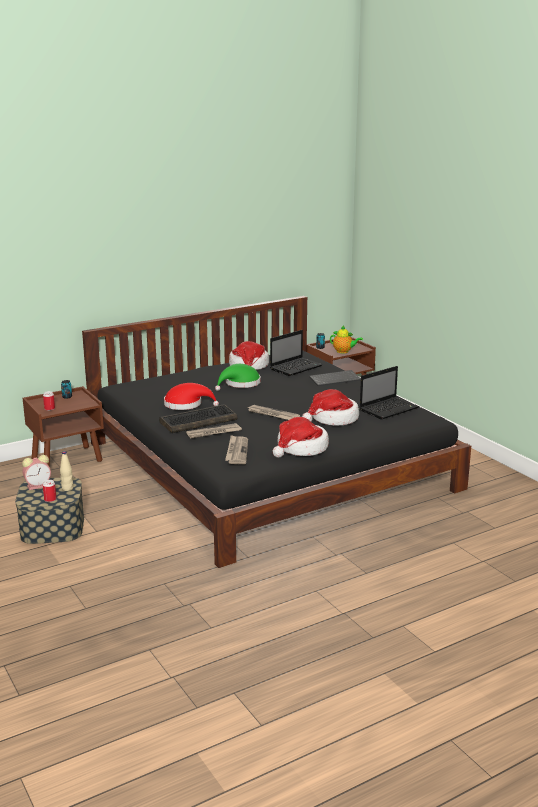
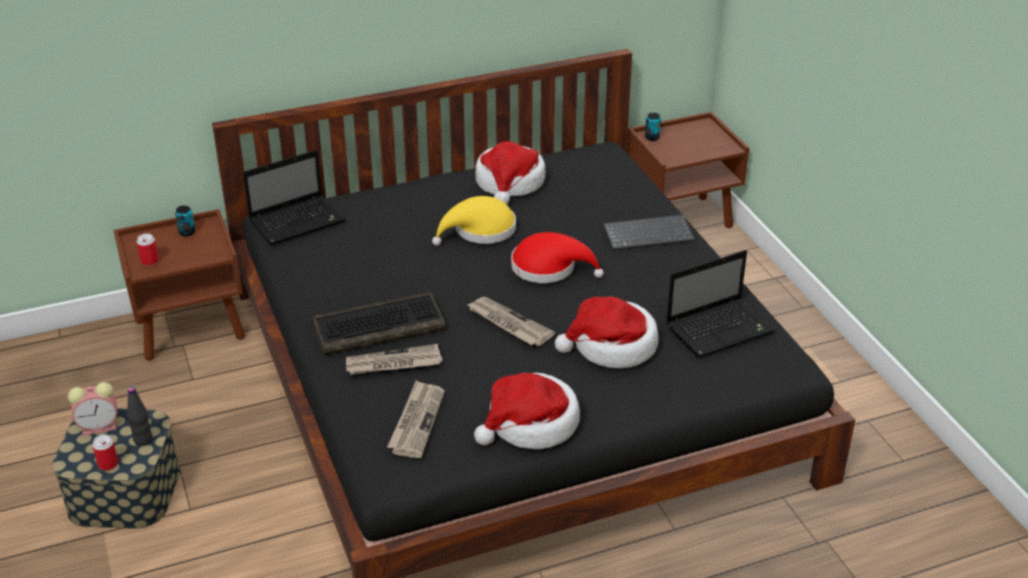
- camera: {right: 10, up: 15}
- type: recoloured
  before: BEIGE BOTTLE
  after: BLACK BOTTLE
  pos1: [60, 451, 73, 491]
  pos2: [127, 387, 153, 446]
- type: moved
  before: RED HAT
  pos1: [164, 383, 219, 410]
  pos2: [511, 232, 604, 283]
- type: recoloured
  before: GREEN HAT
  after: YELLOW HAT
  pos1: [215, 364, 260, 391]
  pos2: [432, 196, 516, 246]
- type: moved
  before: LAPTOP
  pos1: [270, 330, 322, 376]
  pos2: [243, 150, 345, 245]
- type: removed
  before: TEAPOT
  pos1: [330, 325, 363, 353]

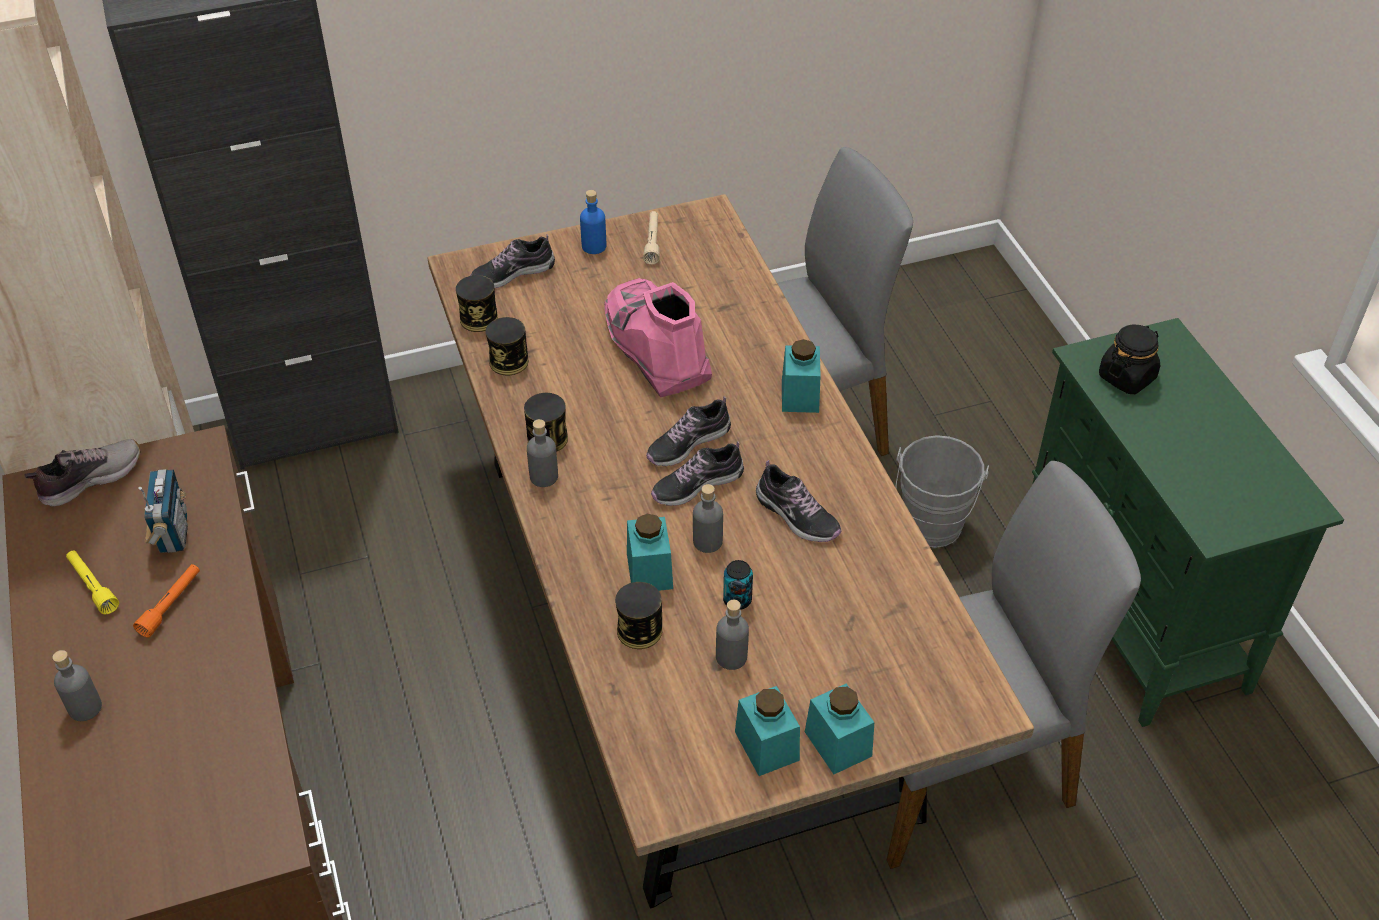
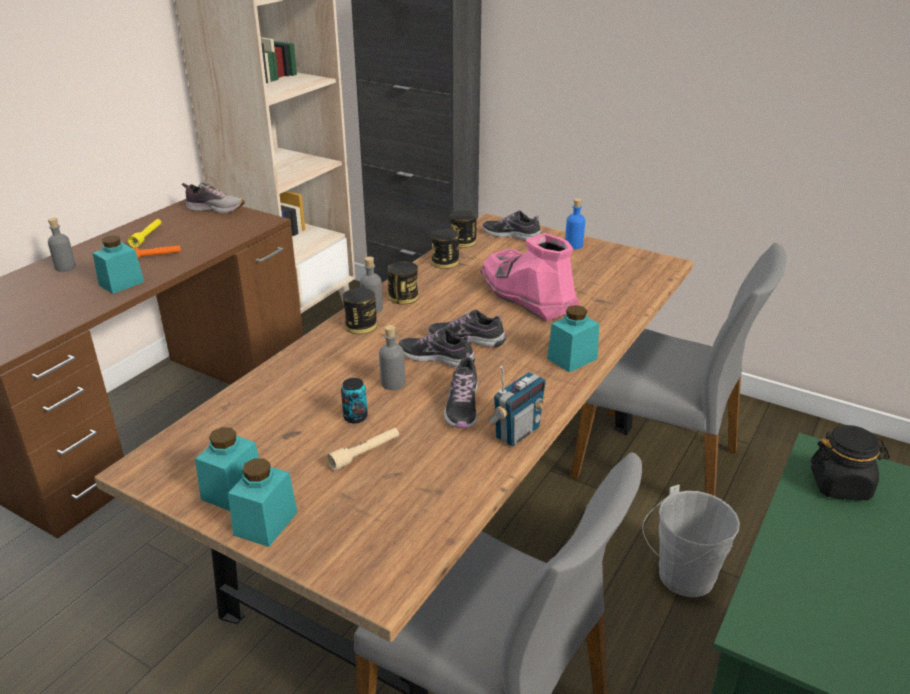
- camera: {right: 50, up: -15}
- type: moved
  before: RADIO
  pos1: [139, 469, 188, 553]
  pos2: [487, 366, 546, 446]
- type: turned
  before: PINK BOOT
  pos1: [604, 278, 712, 398]
  pos2: [480, 233, 580, 321]
  turn: -60
- type: moved
  before: CAN
  pos1: [615, 582, 662, 649]
  pos2: [343, 288, 377, 334]
- type: moved
  before: TURQUOISE JAR
  pos1: [627, 514, 673, 591]
  pos2: [93, 236, 144, 294]
- type: moved
  before: BEIGE FLASHLIGHT
  pos1: [643, 211, 660, 265]
  pos2: [327, 428, 399, 471]
- type: removed
  before: GREY BOTTLE
  pos1: [716, 600, 749, 670]

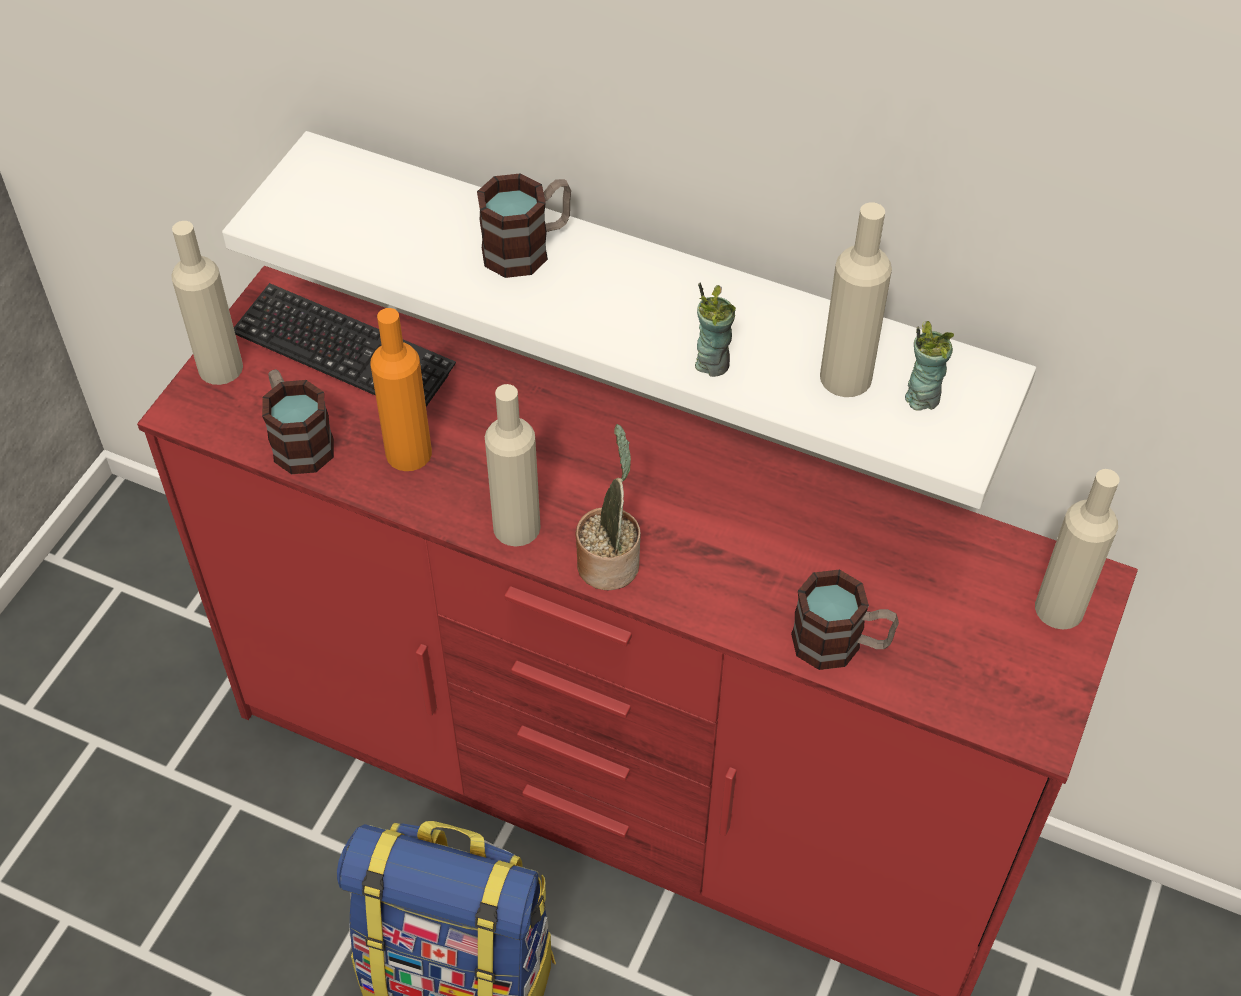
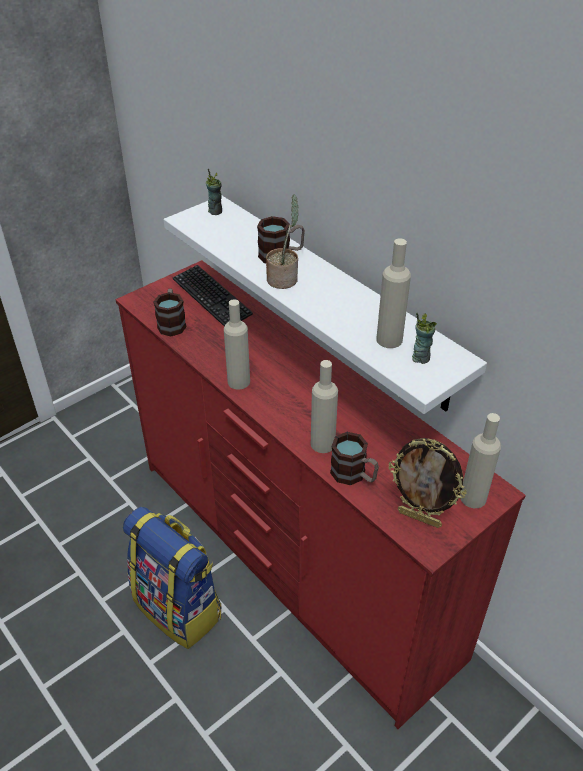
- camera: {right: 25, up: -10}
- type: moved
  before: BEIGE BOTTLE
  pos1: [171, 221, 243, 385]
  pos2: [311, 360, 338, 453]
- type: removed
  before: ORANGE BOTTLE
  pos1: [371, 308, 432, 471]
- type: moved
  before: POTTED PLANT
  pos1: [575, 424, 641, 590]
  pos2: [266, 194, 299, 289]
- type: moved
  before: CUP
  pos1: [695, 282, 736, 377]
  pos2: [206, 169, 222, 215]
- type: added
  after: PICTURE FRAME
  pos2: [388, 438, 466, 528]

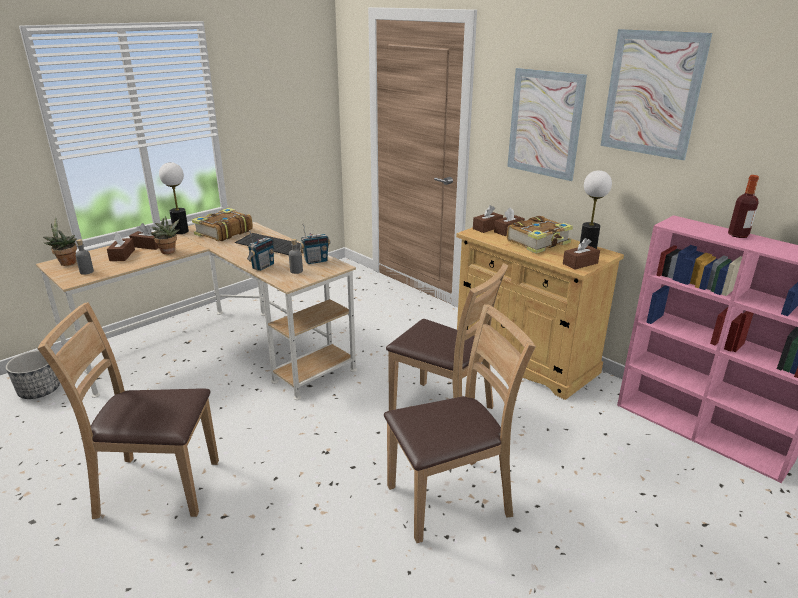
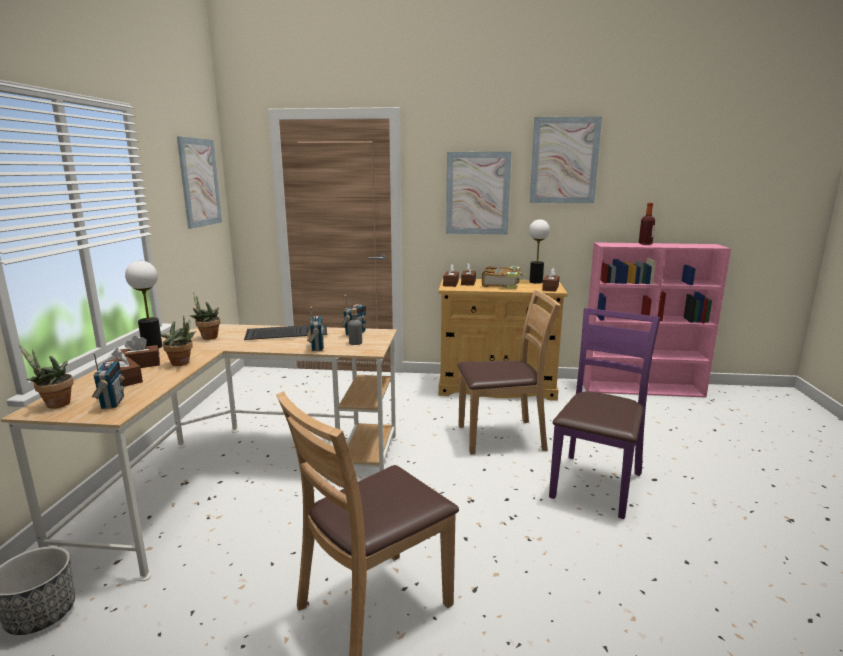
- camera: {right: -40, up: -10}
- type: replaced
  before: GREY BOTTLE
  after: RADIO
  pos1: [75, 239, 94, 275]
  pos2: [92, 352, 124, 409]
- type: replaced
  before: BOOK
  after: POTTED PLANT
  pos1: [192, 208, 253, 241]
  pos2: [190, 292, 220, 340]
- type: recoloured
  before: BROWN CHAIR
  after: PURPLE CHAIR
  pos1: [384, 304, 536, 543]
  pos2: [549, 308, 661, 519]
- type: added
  after: PICTURE
  pos2: [177, 136, 222, 229]

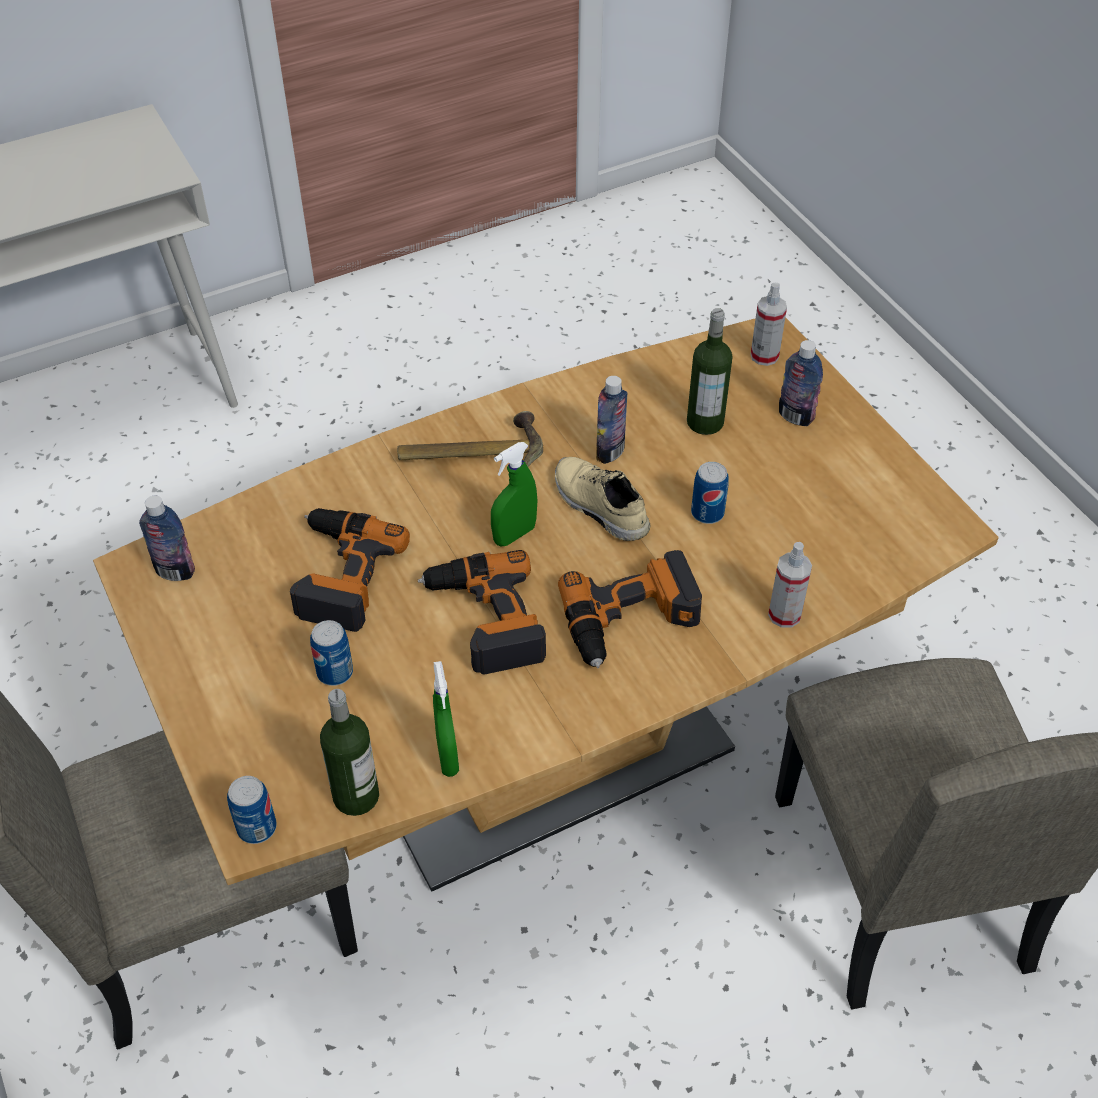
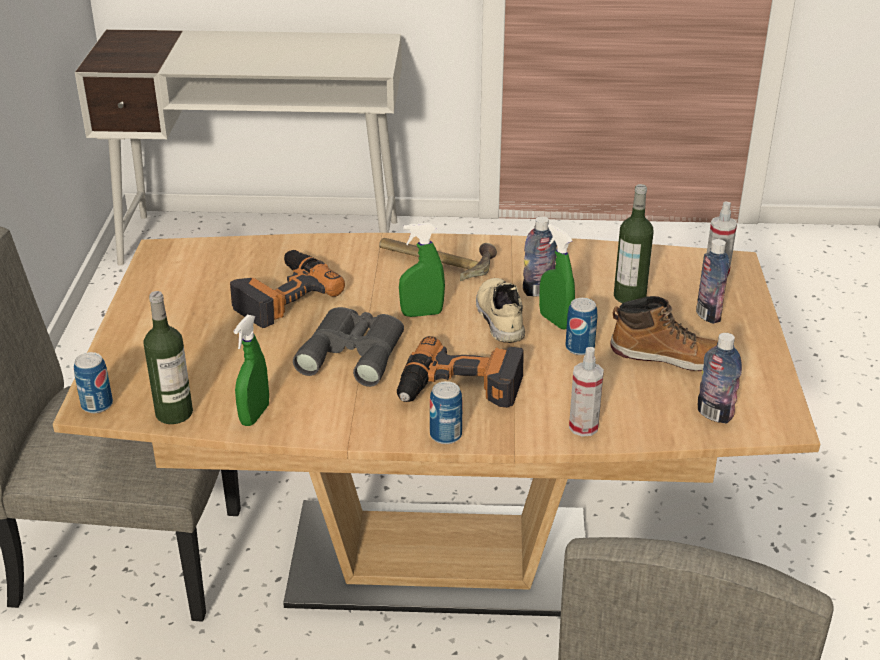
- camera: {right: 30, up: -15}
- type: moved
  before: BOTTLE
  pos1: [139, 496, 195, 581]
  pos2: [698, 333, 742, 423]
- type: moved
  before: CAN
  pos1: [310, 620, 353, 686]
  pos2: [430, 381, 463, 444]
- type: replaced
  before: POWER DRILL
  after: GREY BINOCULARS
  pos1: [418, 550, 546, 675]
  pos2: [293, 307, 404, 387]
- type: added
  after: GREEN SPRAY BOTTLE
  pos2: [539, 224, 575, 330]
- type: added
  after: BOOT
  pos2: [610, 296, 718, 371]

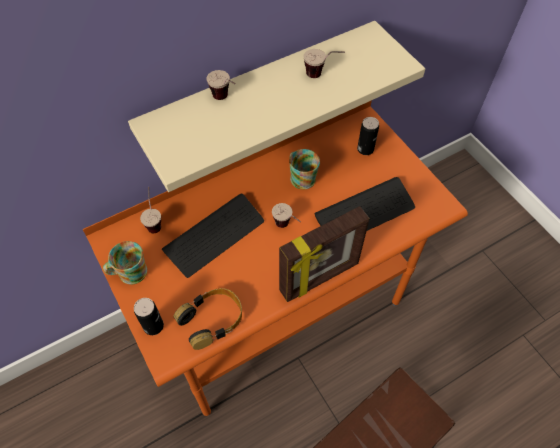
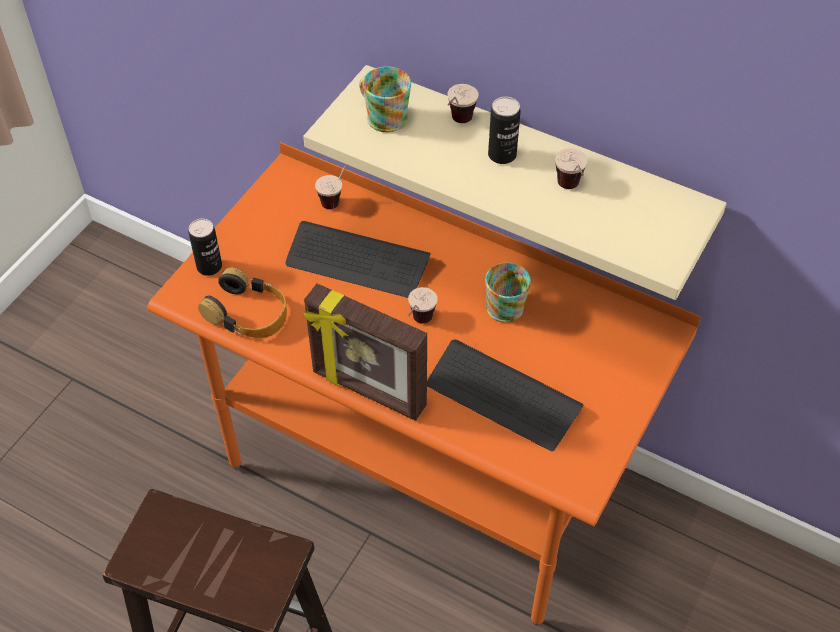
- camera: {right: 60, up: -5}
- type: moved
  before: MUG
  pos1: [103, 241, 147, 285]
  pos2: [359, 67, 411, 132]
- type: moved
  before: CAN
  pos1: [357, 117, 379, 155]
  pos2: [488, 97, 521, 164]

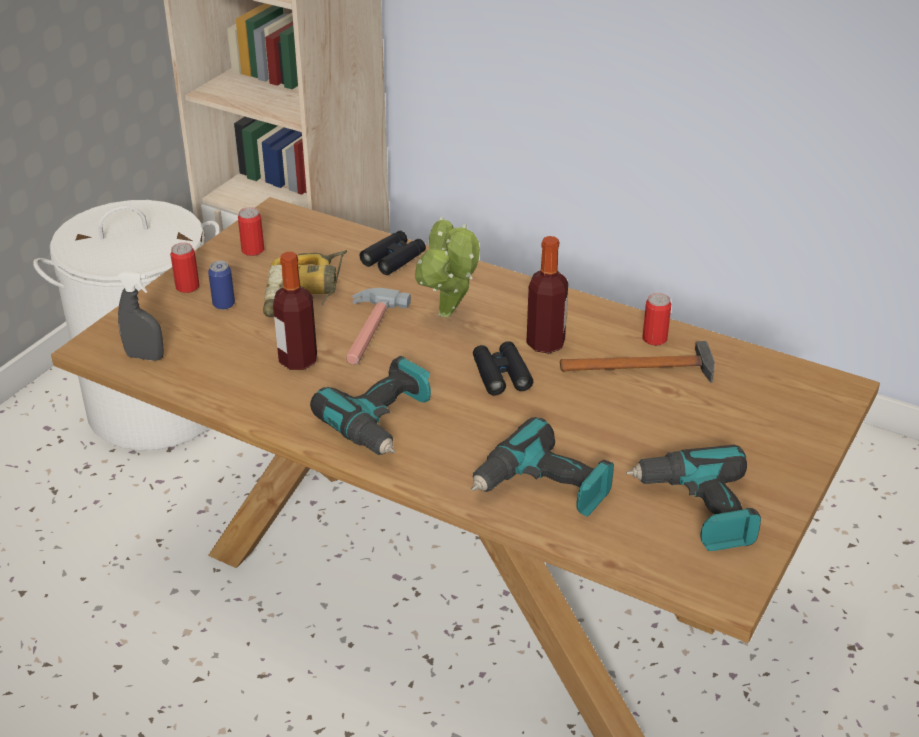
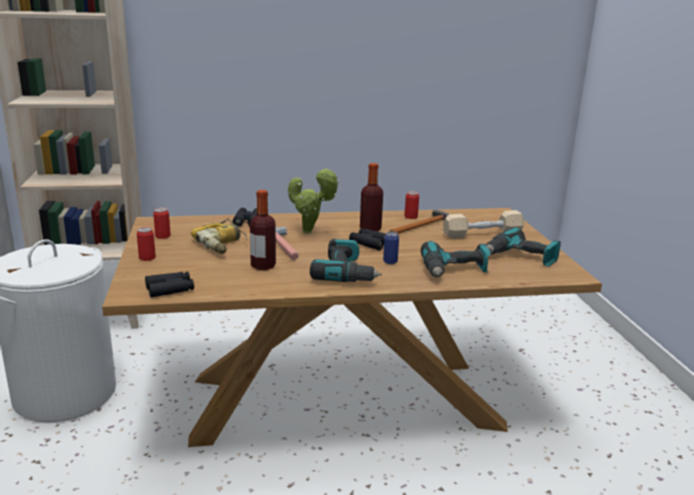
- camera: {right: -40, up: -15}
- type: replaced
  before: GREY SPRAY BOTTLE
  after: BLACK BINOCULARS
  pos1: [117, 271, 164, 361]
  pos2: [145, 271, 194, 297]
- type: moved
  before: CAN
  pos1: [208, 261, 235, 310]
  pos2: [383, 232, 399, 264]
- type: added
  after: BEIGE DUMBBELL
  pos2: [443, 210, 524, 239]

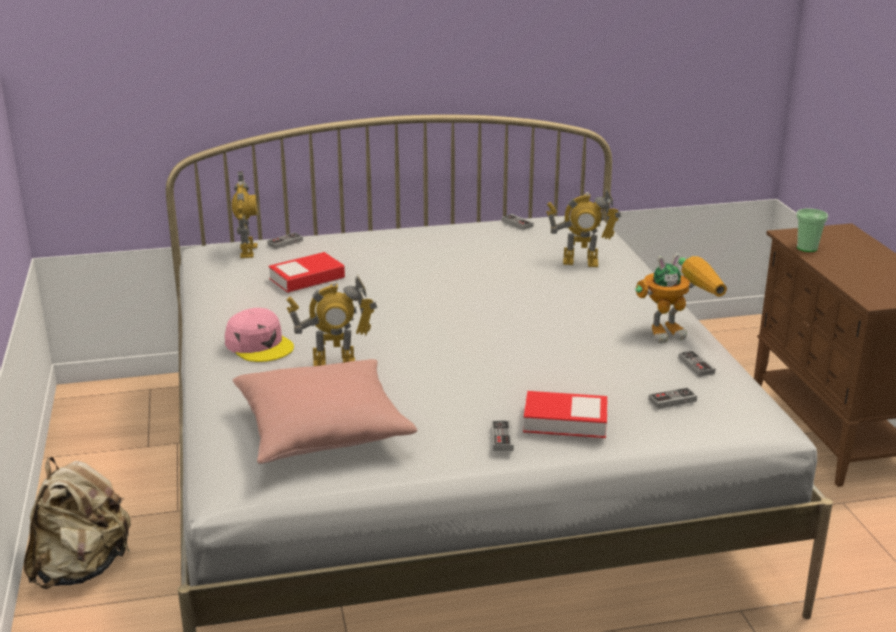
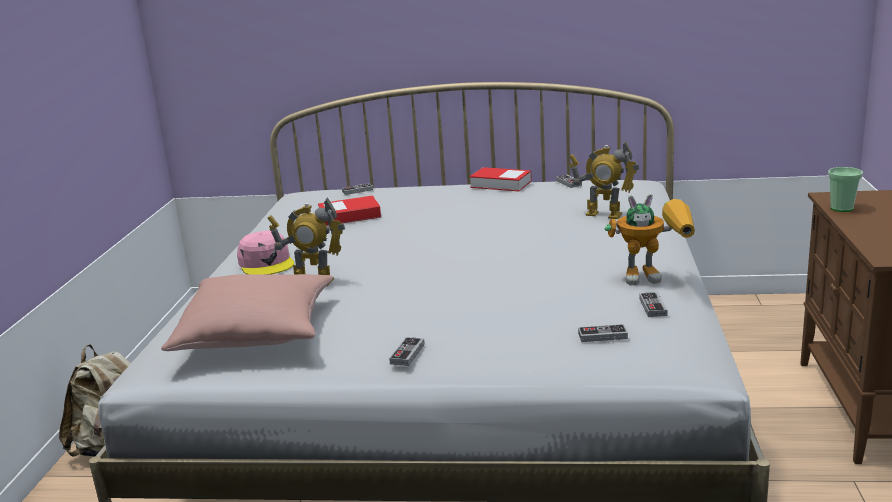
- camera: {right: 20, up: -5}
- type: removed
  before: TOY ROBOT
  pos1: [232, 172, 257, 258]
- type: moved
  before: BOOK
  pos1: [523, 391, 608, 438]
  pos2: [470, 167, 532, 191]

